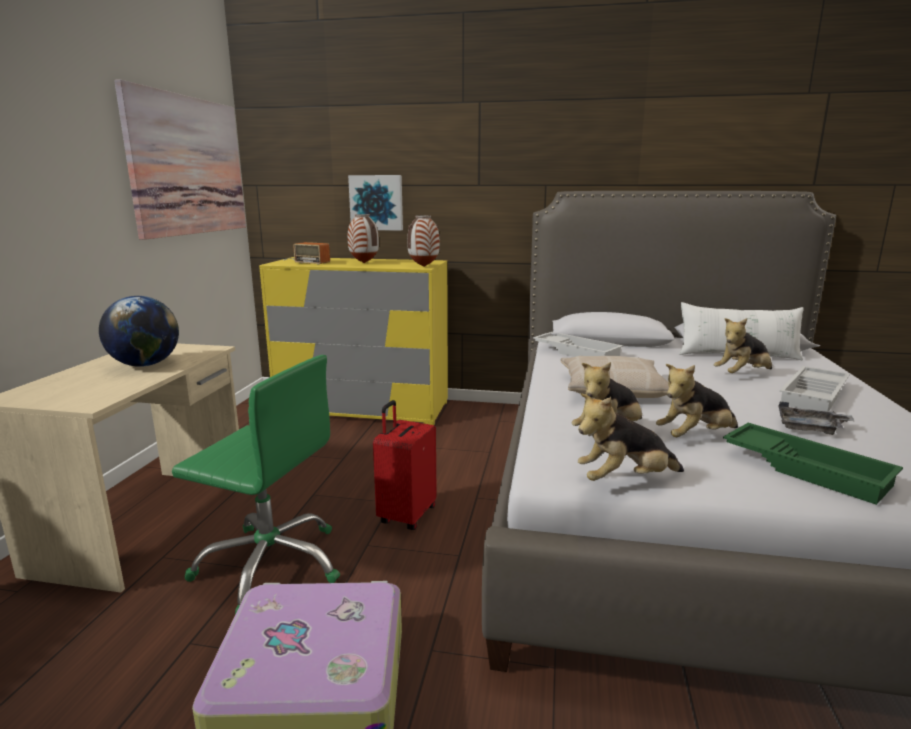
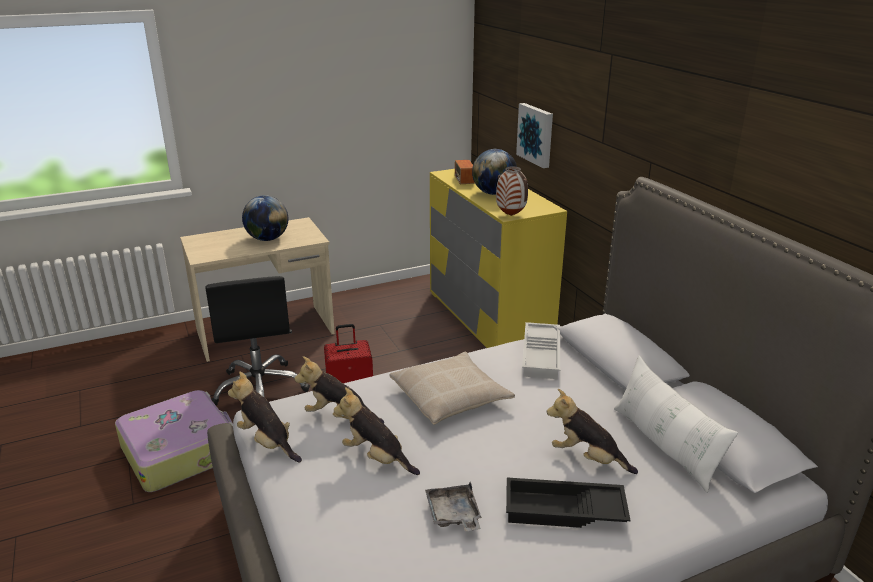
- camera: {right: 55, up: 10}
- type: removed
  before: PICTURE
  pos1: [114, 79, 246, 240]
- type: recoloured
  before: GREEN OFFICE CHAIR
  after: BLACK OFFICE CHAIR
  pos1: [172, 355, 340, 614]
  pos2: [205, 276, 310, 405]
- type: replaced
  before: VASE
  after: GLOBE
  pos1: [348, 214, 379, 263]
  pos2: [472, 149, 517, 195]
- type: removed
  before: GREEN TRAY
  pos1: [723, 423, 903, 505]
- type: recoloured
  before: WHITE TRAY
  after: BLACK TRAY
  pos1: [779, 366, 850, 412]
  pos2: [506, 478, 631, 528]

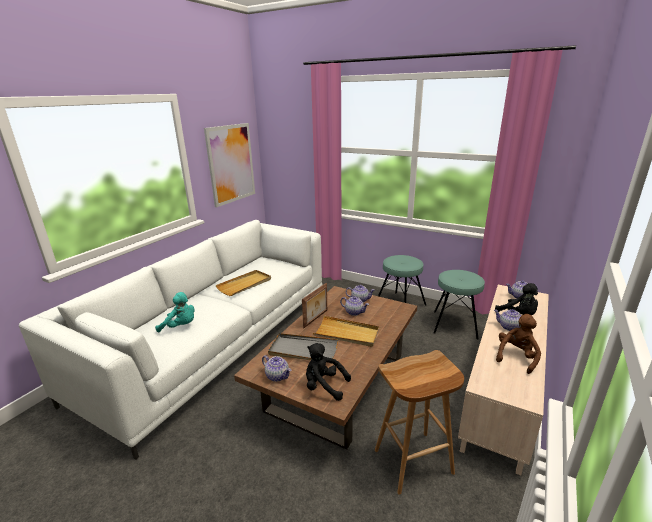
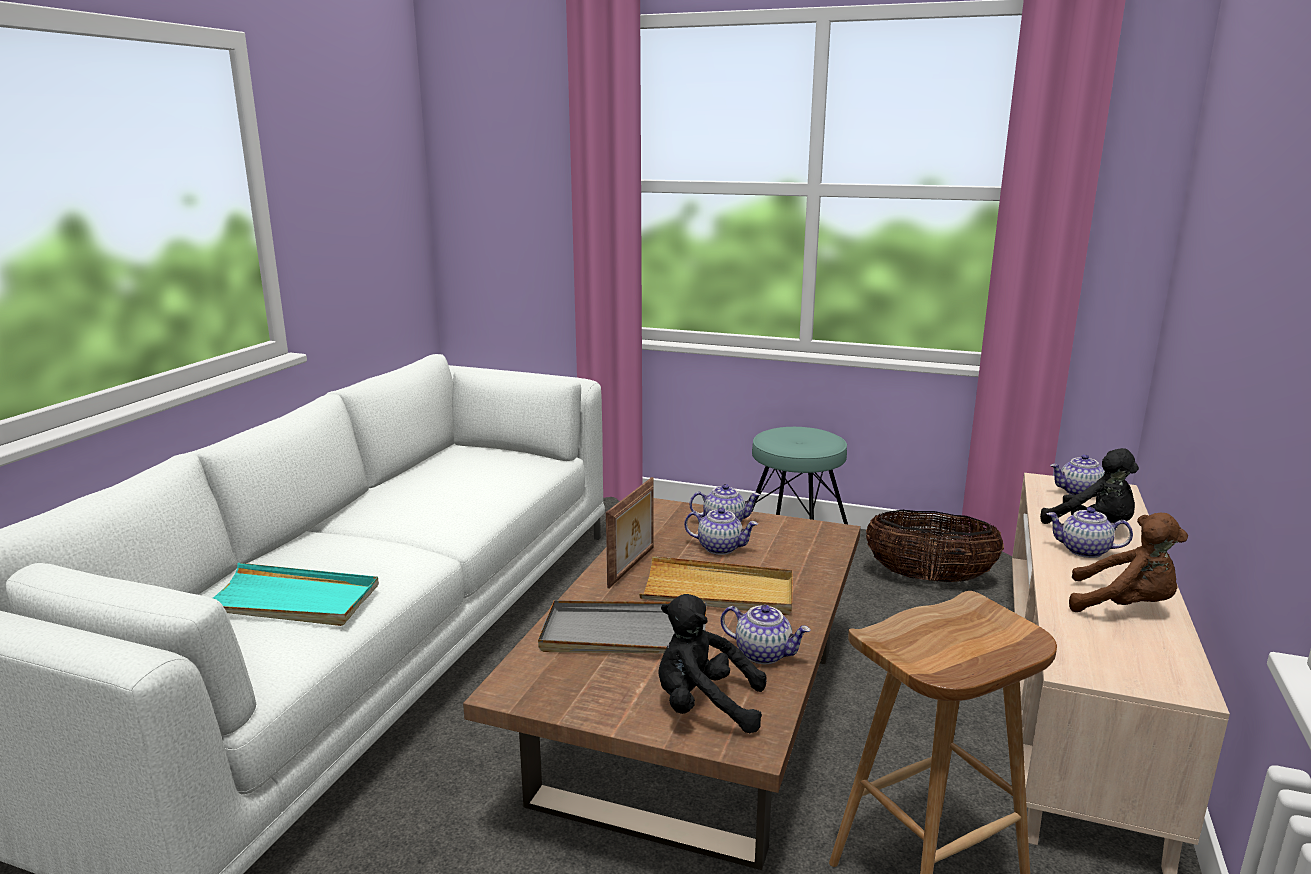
- camera: {right: -10, up: -5}
- type: replaced
  before: TURQUOISE PLUSH TOY
  after: TURQUOISE TRAY
  pos1: [155, 292, 195, 333]
  pos2: [213, 563, 379, 626]
- type: removed
  before: PICTURE
  pos1: [204, 123, 255, 207]
- type: removed
  before: BEIGE TRAY
  pos1: [216, 270, 271, 296]
- type: moved
  before: TEAPOT
  pos1: [262, 355, 291, 382]
  pos2: [720, 605, 810, 664]
- type: replaced
  before: TURQUOISE STOOL
  after: BASKET
  pos1: [433, 270, 485, 339]
  pos2: [866, 510, 1004, 582]
- type: turned
  before: BROWN PLUSH TOY
  pos1: [496, 314, 541, 374]
  pos2: [1069, 513, 1188, 612]
  turn: 90

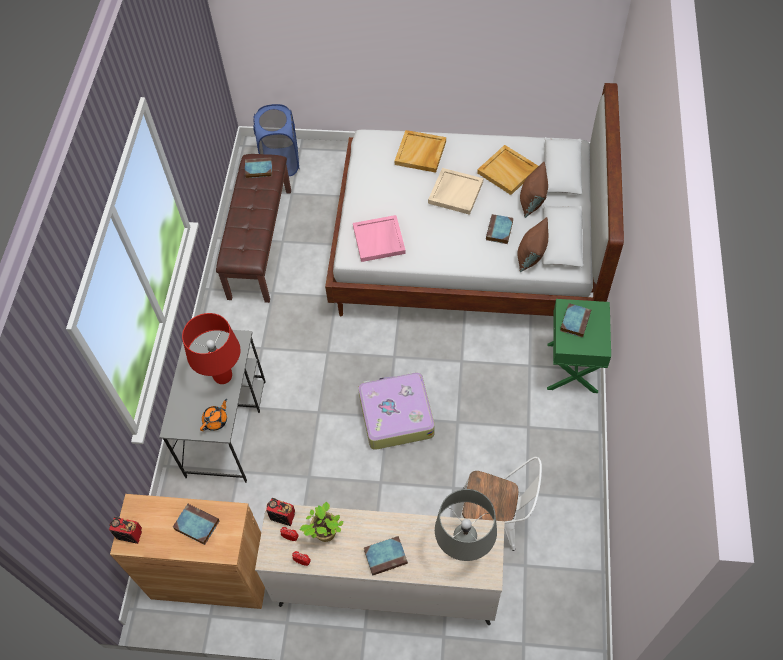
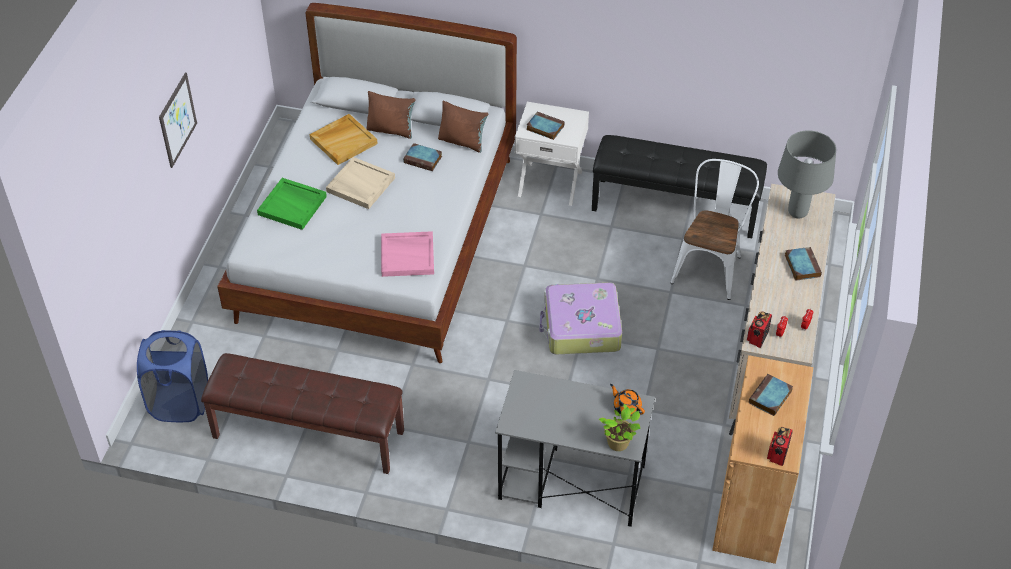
- camera: {right: -85, up: -10}
- type: removed
  before: RED TABLE LAMP
  pos1: [182, 313, 241, 384]
- type: removed
  before: BOOK
  pos1: [245, 157, 272, 178]
- type: moved
  before: POTTED PLANT
  pos1: [300, 501, 343, 542]
  pos2: [599, 404, 641, 451]
- type: recoloured
  before: BEIGE TRAY
  after: GREEN TRAY
  pos1: [395, 130, 446, 173]
  pos2: [257, 178, 327, 230]
- type: recoloured
  before: GREEN NIGHTSTAND
  after: WHITE NIGHTSTAND
  pos1: [547, 299, 611, 393]
  pos2: [515, 102, 589, 206]
- type: added
  after: PICTURE
  pos2: [159, 73, 197, 168]
- type: added
  after: BLACK BENCH
  pos2: [592, 135, 767, 238]

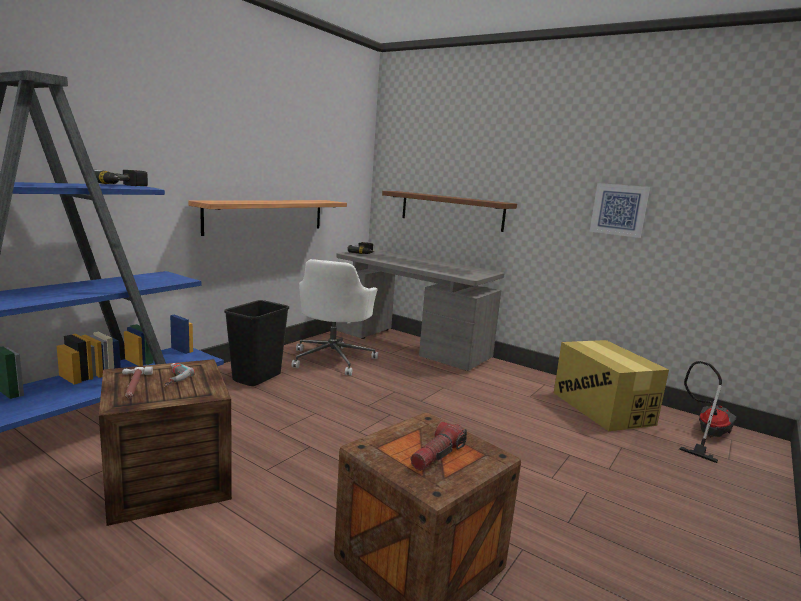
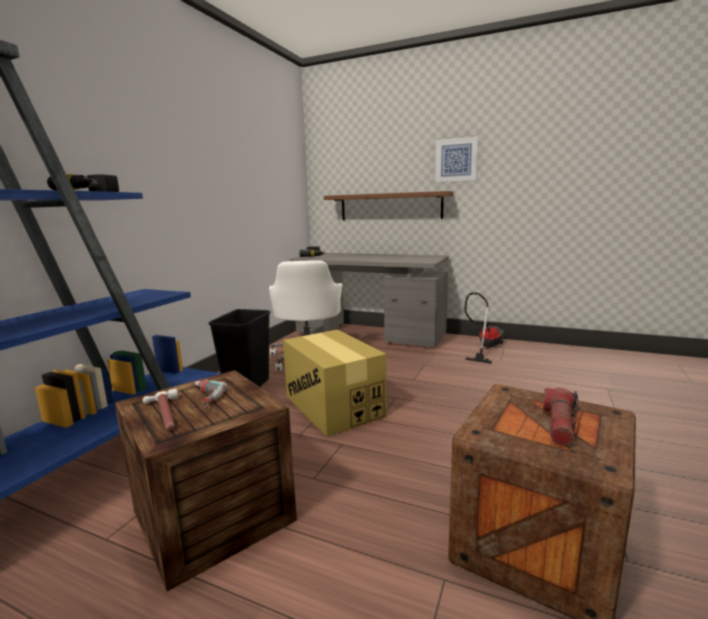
- camera: {right: -10, up: 0}
- type: removed
  before: SHELF
  pos1: [189, 200, 347, 236]
- type: moved
  before: CARDBOARD BOX
  pos1: [554, 340, 669, 431]
  pos2: [283, 330, 387, 437]
- type: moved
  before: PICTURE
  pos1: [590, 183, 650, 238]
  pos2: [435, 136, 478, 182]
- type: moved
  before: VACUUM CLEANER
  pos1: [679, 361, 737, 463]
  pos2: [465, 292, 505, 364]

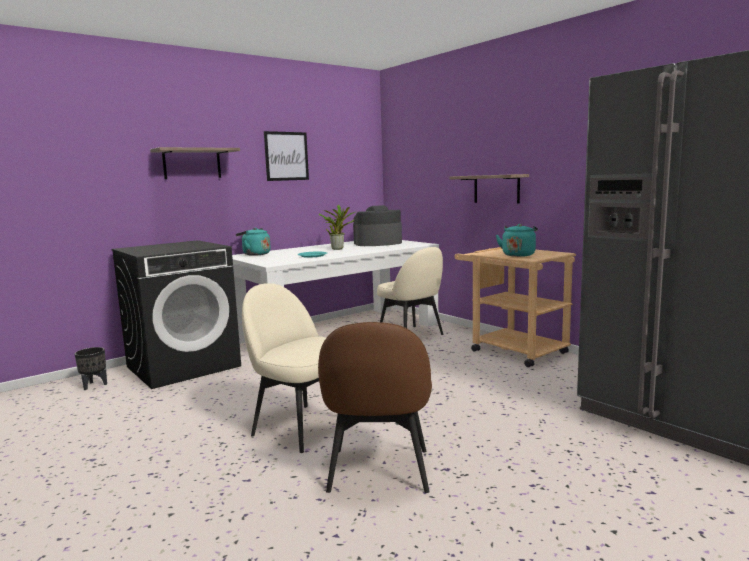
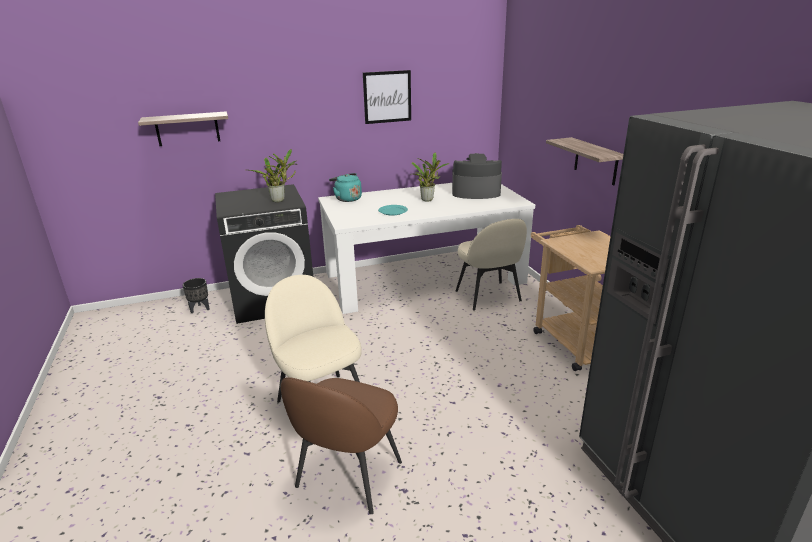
- camera: {right: 20, up: 15}
- type: moved
  before: SHELF
  pos1: [150, 147, 240, 179]
  pos2: [138, 111, 228, 146]
- type: removed
  before: TURQUOISE KETTLE
  pos1: [496, 224, 538, 257]
- type: added
  after: POTTED PLANT
  pos2: [249, 149, 297, 202]

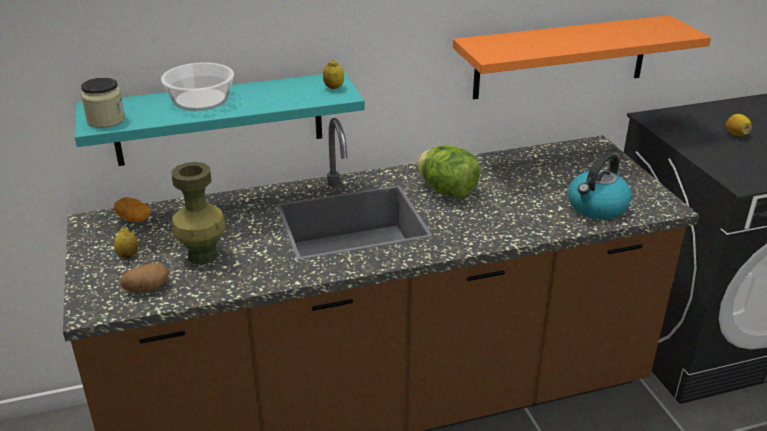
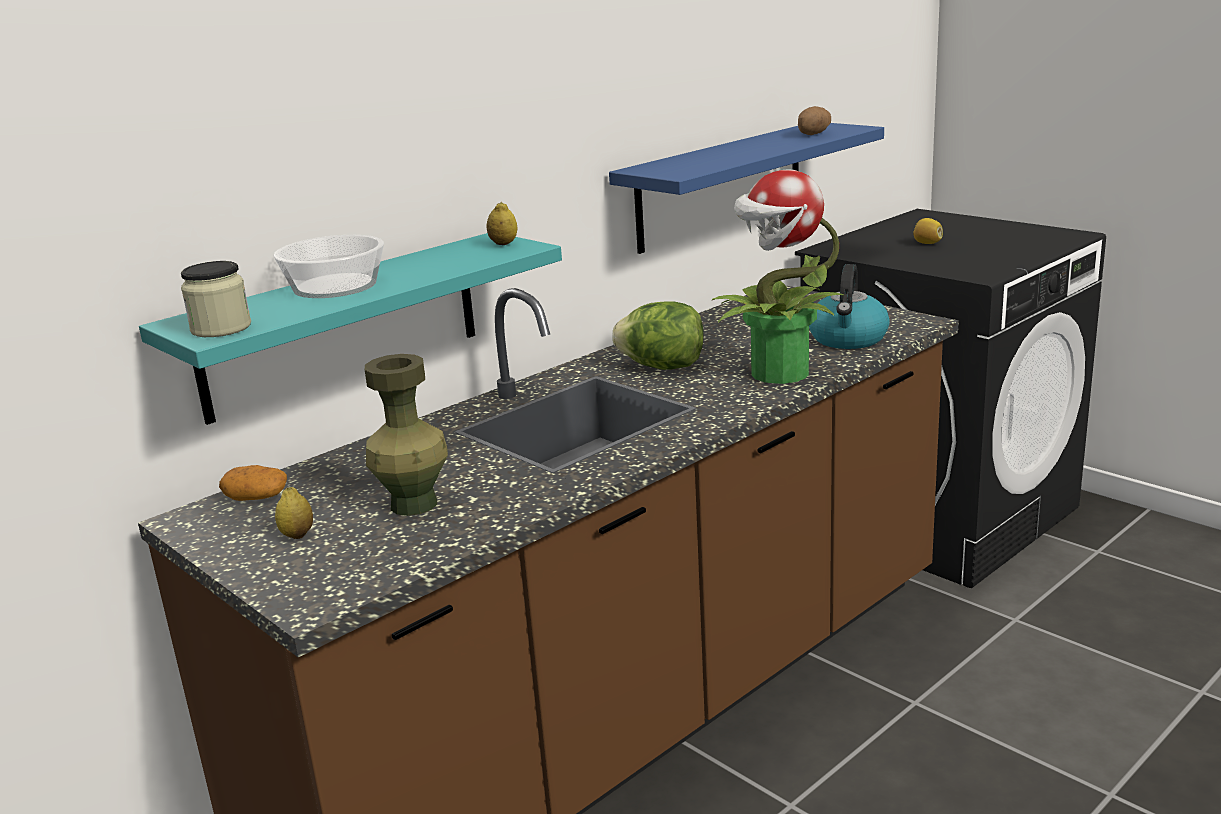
- camera: {right: -25, up: -10}
- type: moved
  before: POTATO
  pos1: [120, 262, 169, 293]
  pos2: [798, 106, 831, 135]
- type: recoloured
  before: ORANGE SHELF
  after: BLUE SHELF
  pos1: [453, 15, 711, 99]
  pos2: [609, 123, 884, 254]
- type: added
  after: POTTED PLANT
  pos2: [712, 169, 844, 384]

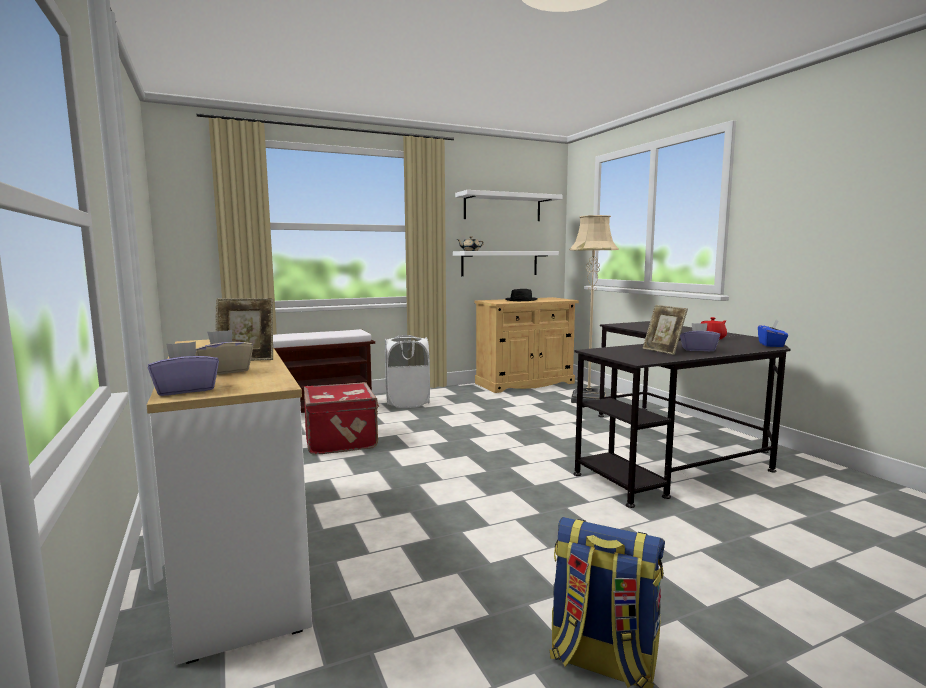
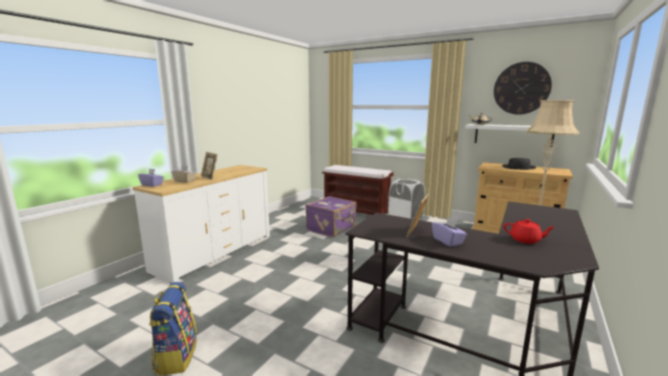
- camera: {right: 55, up: 5}
- type: recoloured
  before: RED SUITCASE
  after: PURPLE SUITCASE
  pos1: [304, 382, 379, 454]
  pos2: [305, 196, 356, 237]
- type: replaced
  before: WHITE SHELF
  after: WALL CLOCK
  pos1: [455, 190, 562, 221]
  pos2: [494, 62, 552, 115]
- type: removed
  before: BLUE TISSUE BOX
  pos1: [758, 320, 788, 347]

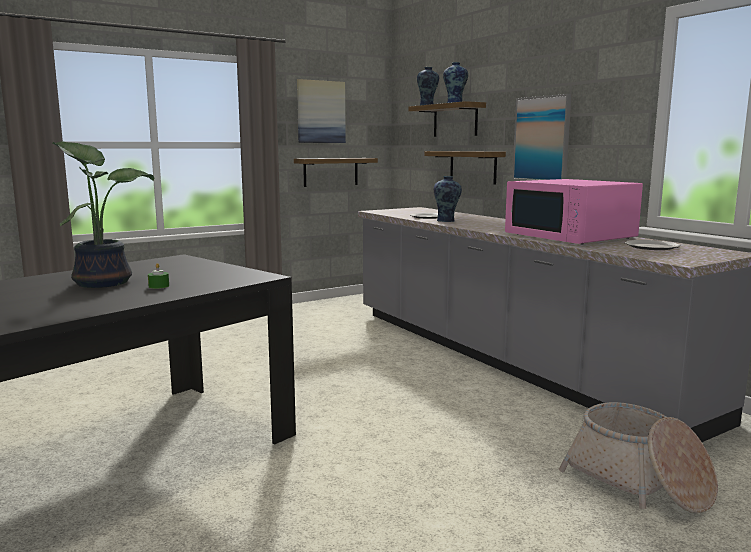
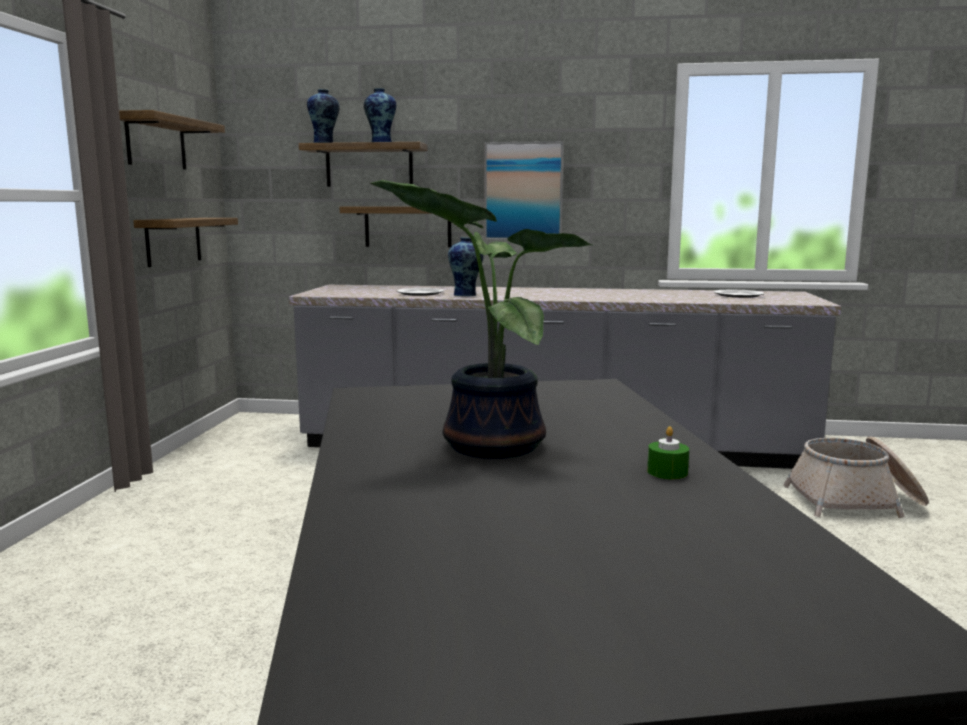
- camera: {right: -50, up: 0}
- type: moved
  before: GREEN CANDLE
  pos1: [148, 263, 169, 289]
  pos2: [647, 426, 689, 479]
- type: replaced
  before: PICTURE
  after: SHELF
  pos1: [297, 79, 346, 143]
  pos2: [119, 110, 225, 169]
- type: removed
  before: PINK MICROWAVE
  pos1: [505, 179, 643, 245]

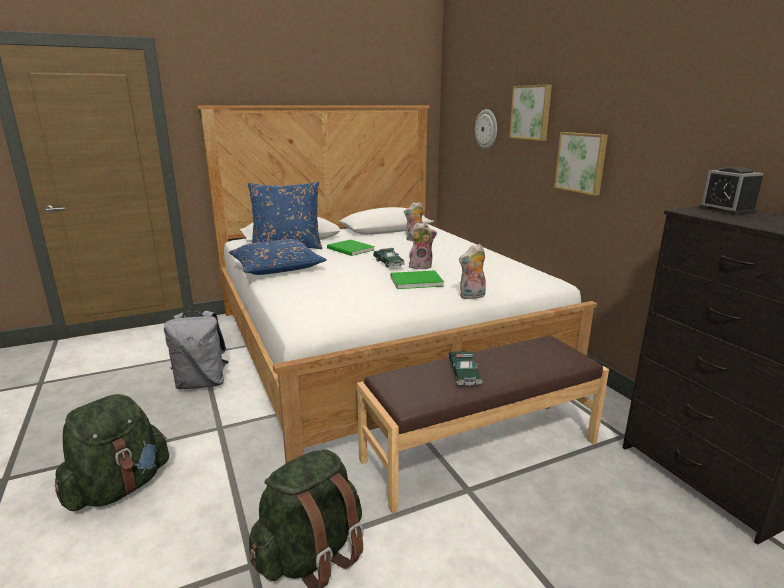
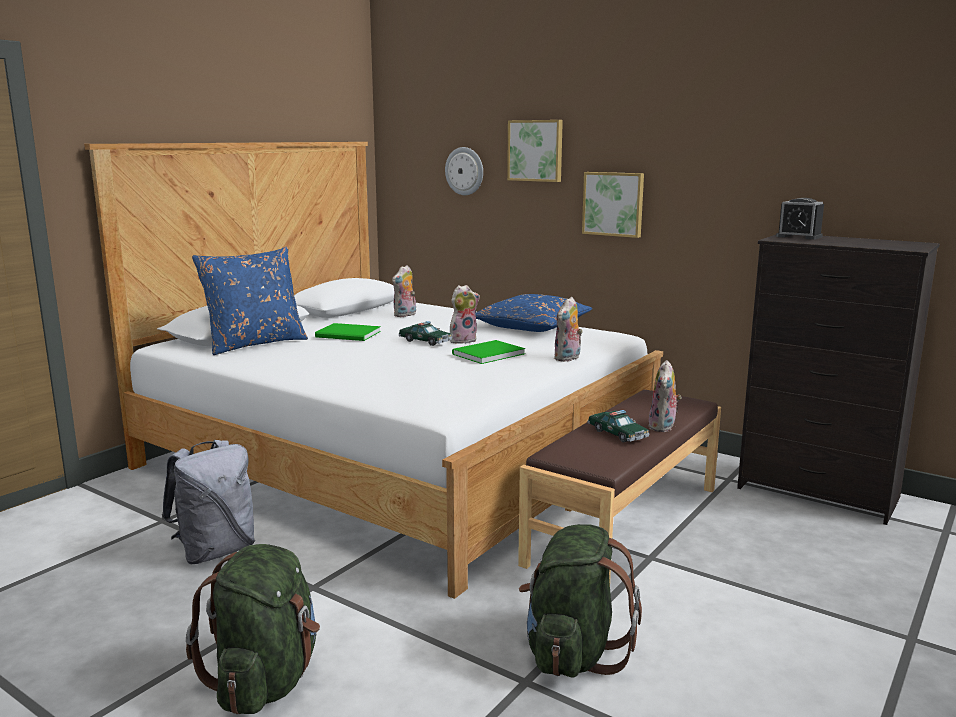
- camera: {right: -30, up: -5}
- type: moved
  before: BLUE PILLOW
  pos1: [229, 239, 327, 275]
  pos2: [475, 294, 592, 332]
- type: added
  after: PLUSH TOY
  pos2: [648, 360, 682, 432]

